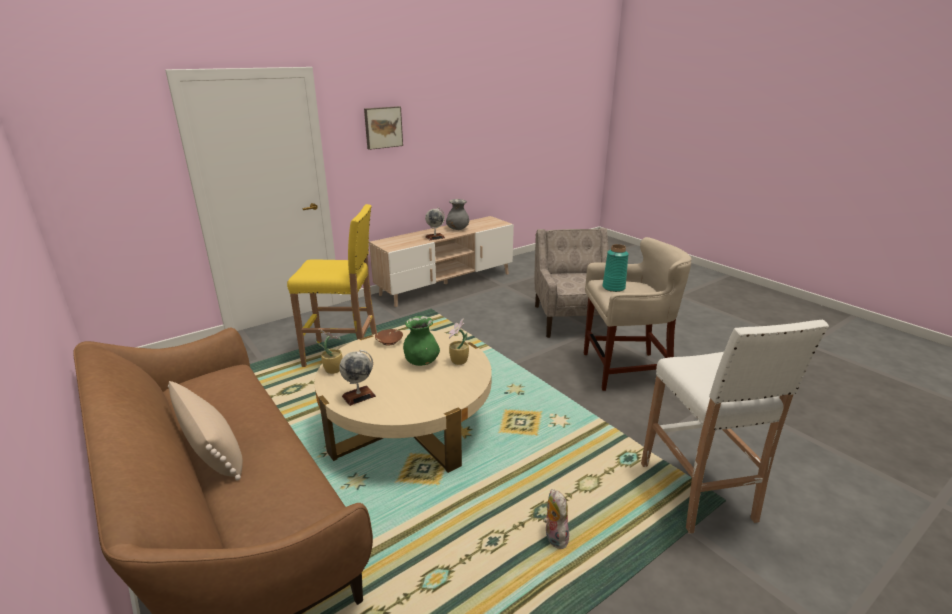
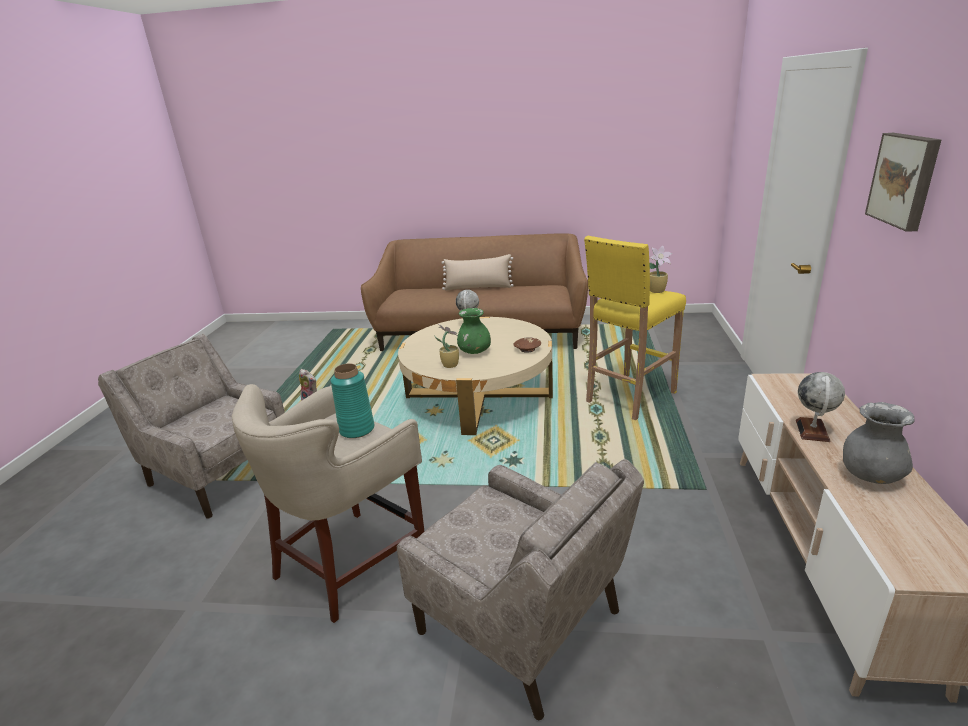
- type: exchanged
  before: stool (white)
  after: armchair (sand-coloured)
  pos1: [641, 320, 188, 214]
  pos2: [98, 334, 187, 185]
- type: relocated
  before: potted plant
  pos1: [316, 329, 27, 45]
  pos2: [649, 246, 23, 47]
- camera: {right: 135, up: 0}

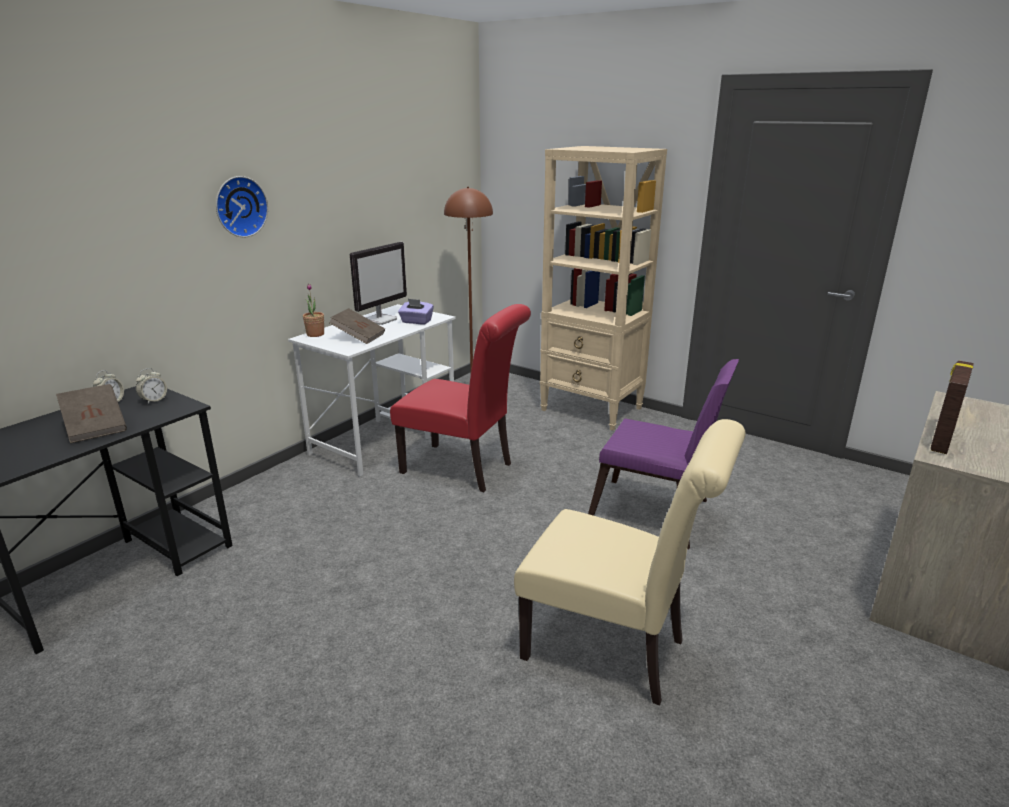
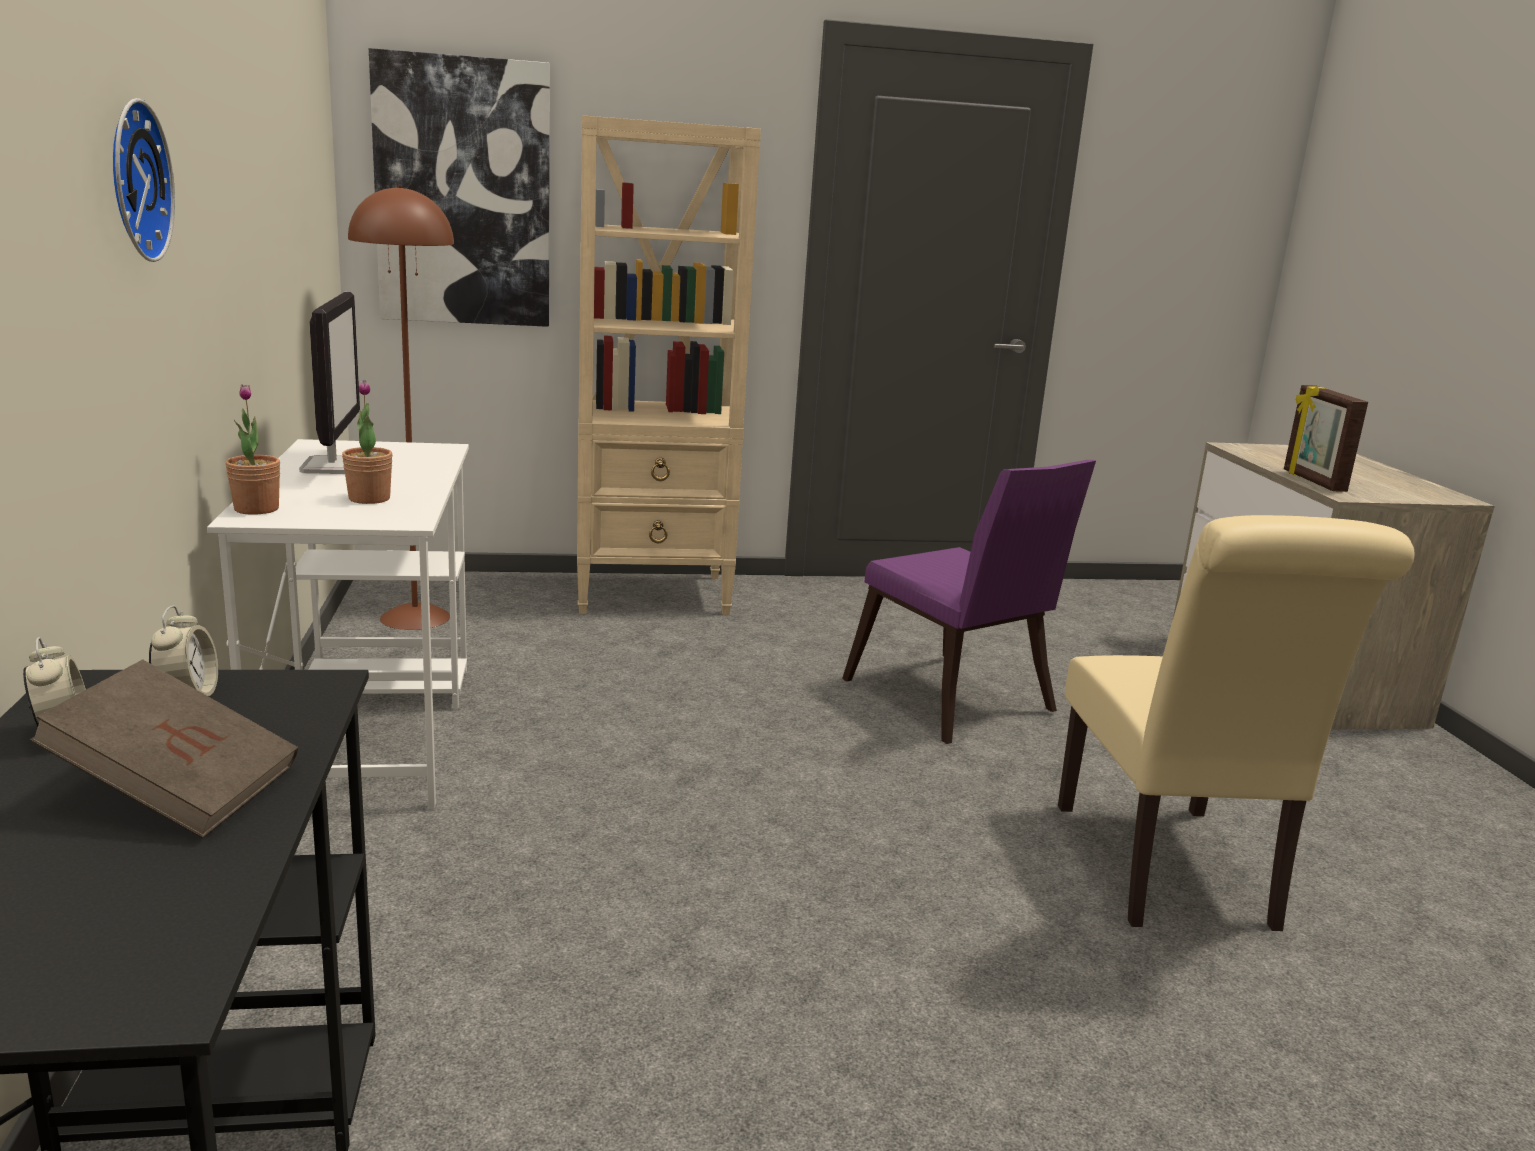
- type: missing
  before: box of tissues (purplish)
  pos1: [398, 299, 36, 26]
- type: missing
  before: chair (red)
  pos1: [390, 304, 141, 188]
- type: exchanged
  before: volume (brown)
  after: potted plant
  pos1: [329, 308, 56, 36]
  pos2: [342, 380, 51, 124]
- type: spun
  before: chair (purplish)
  pos1: [588, 359, 151, 190]
  pos2: [842, 460, 254, 284]
  turn: 75
- type: spun
  before: chair (sand-coloured)
  pos1: [514, 419, 232, 287]
  pos2: [1058, 515, 356, 416]
  turn: 105
- type: appeared
  after: picture
  pos2: [369, 48, 181, 279]
- camera: {right: -45, up: -5}

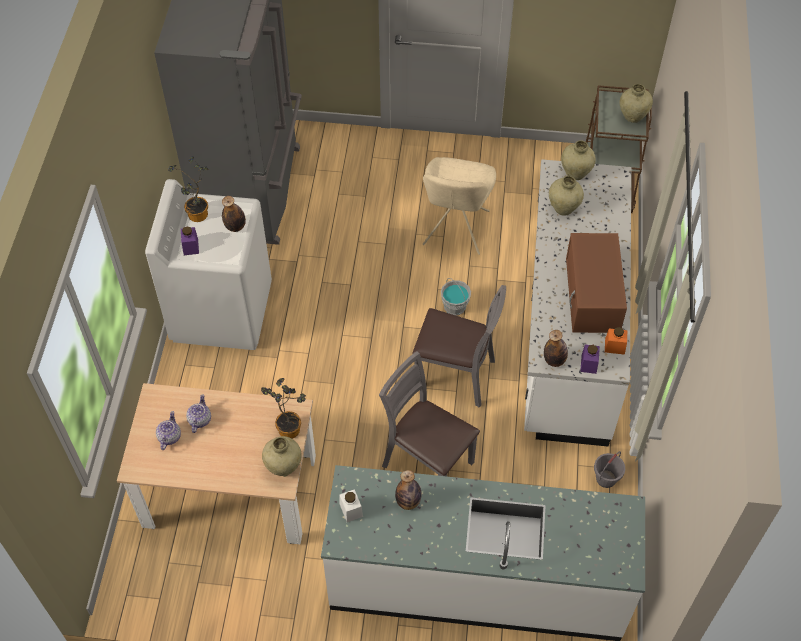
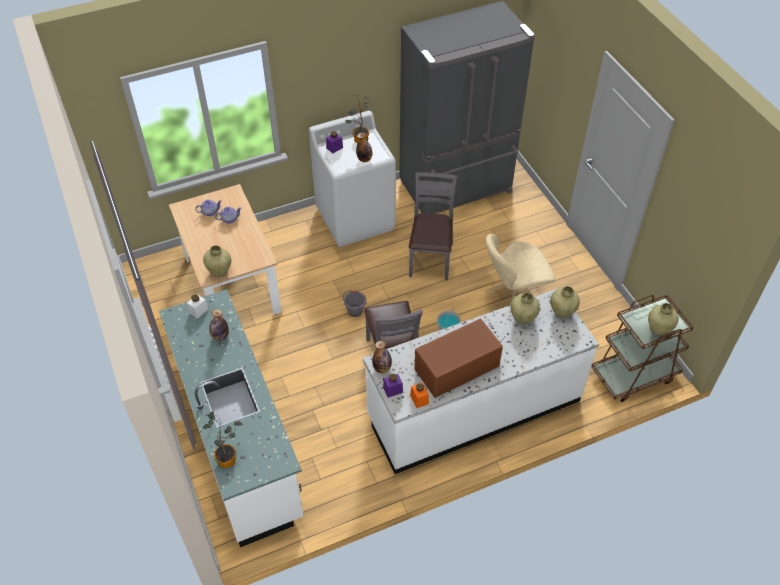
- type: relocated
  before: chair (greyish)
  pos1: [379, 352, 101, 124]
  pos2: [409, 172, 49, 108]
- type: relocated
  before: potted plant
  pos1: [261, 378, 45, 61]
  pos2: [203, 411, 40, 57]
- type: relocated
  before: pail (greyish)
  pos1: [594, 451, 31, 37]
  pos2: [343, 290, 24, 27]
- camera: {right: 60, up: -5}

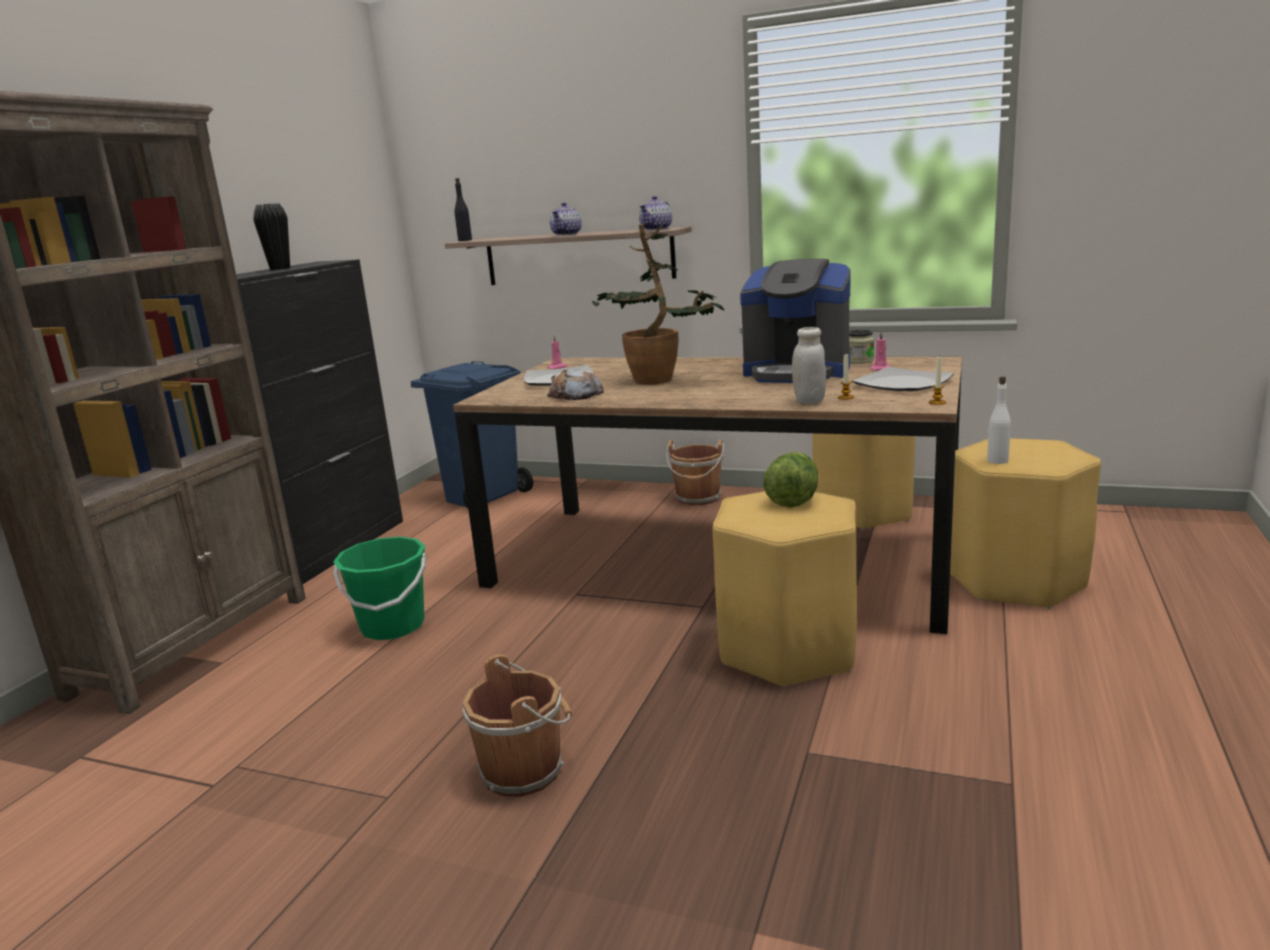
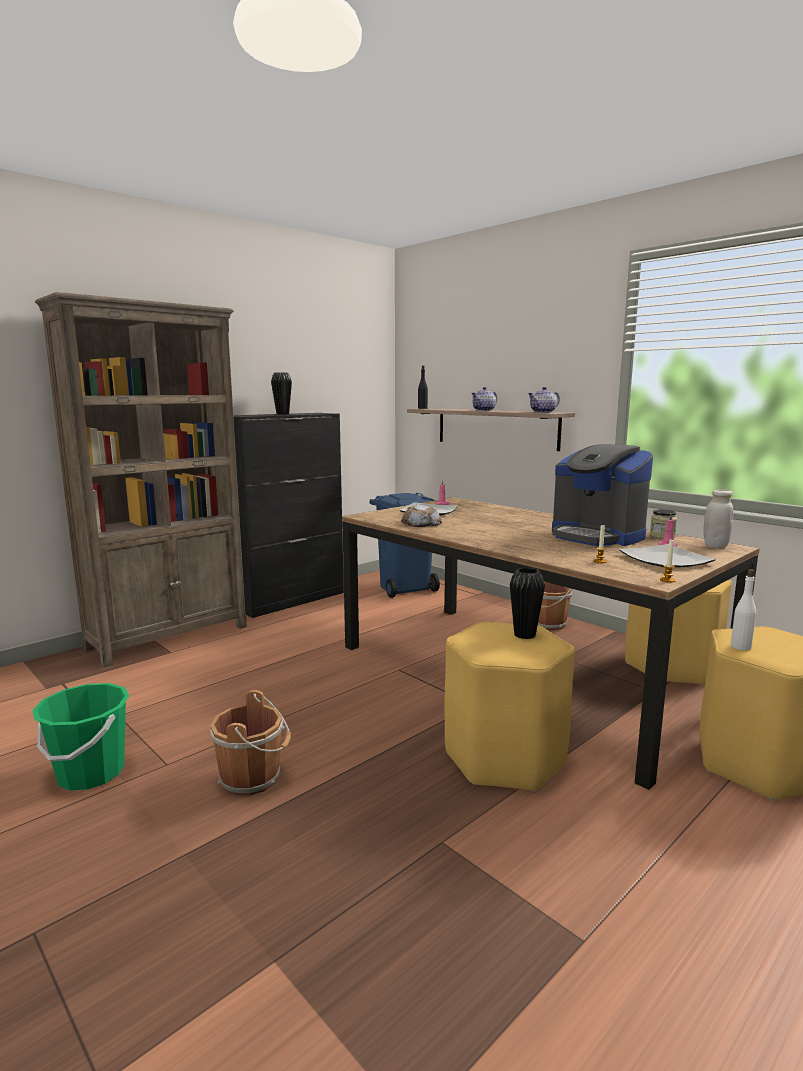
- type: missing
  before: potted plant
  pos1: [592, 224, 132, 161]
- type: relocated
  before: storage jar (white)
  pos1: [792, 327, 34, 77]
  pos2: [703, 489, 30, 59]
- type: exchanged
  before: lettuce head
  after: vase (black-coloured)
  pos1: [763, 452, 55, 56]
  pos2: [510, 568, 35, 71]
- type: relocated
  before: pail (green-coloured)
  pos1: [333, 537, 93, 103]
  pos2: [32, 683, 97, 107]
- camera: {right: 25, up: -5}

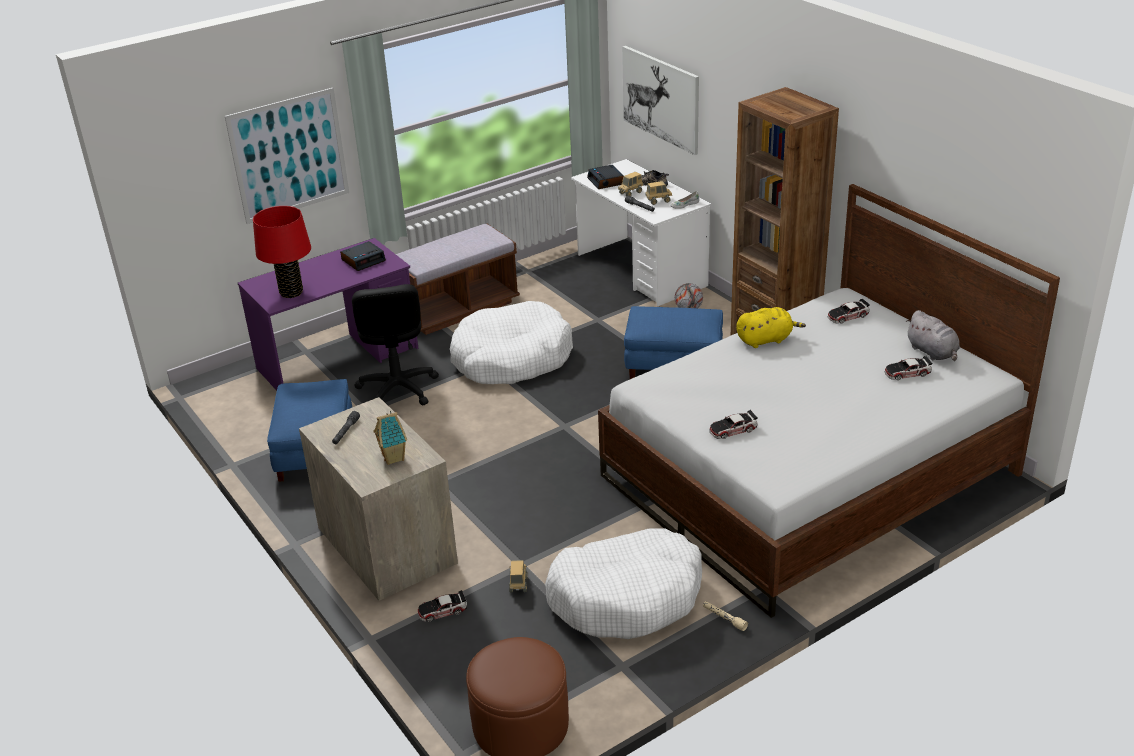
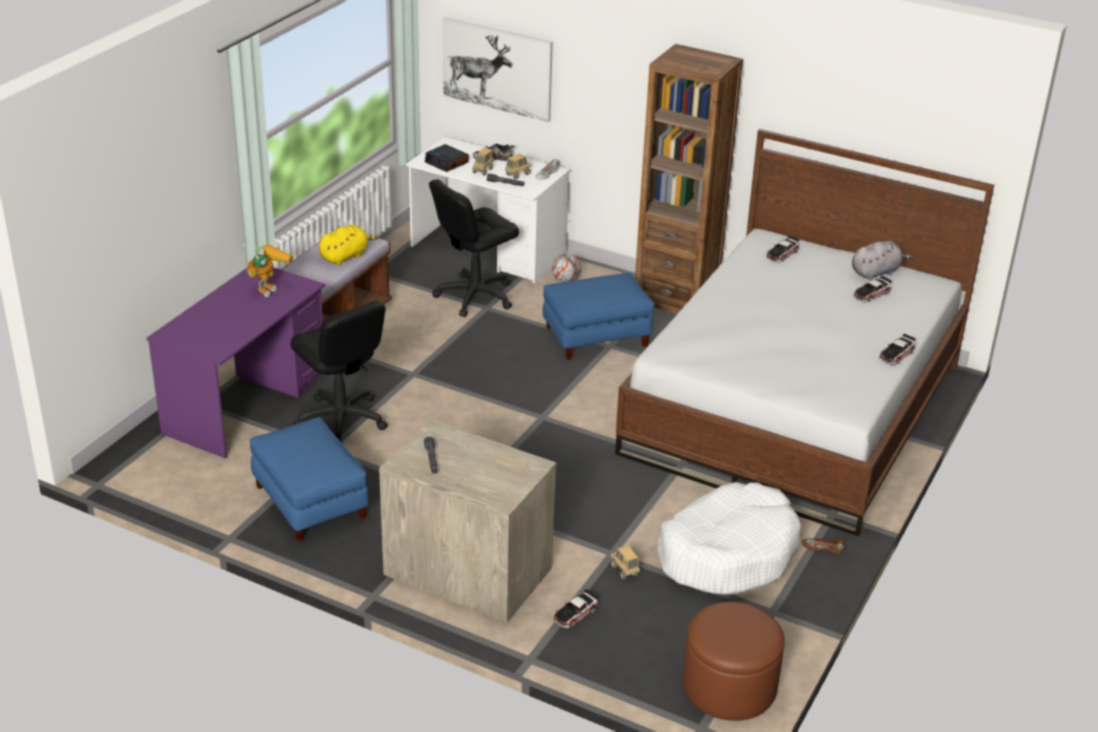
- type: missing
  before: picture
  pos1: [225, 88, 124, 136]
- type: missing
  before: lamp for a table (red)
  pos1: [253, 206, 58, 92]
- type: exchanged
  before: alarm clock
  after: toy robot
  pos1: [340, 241, 46, 30]
  pos2: [247, 245, 47, 52]
- type: missing
  before: pet bed (white)
  pos1: [450, 301, 123, 83]
- type: relocated
  before: plush toy (yellow)
  pos1: [736, 307, 70, 41]
  pos2: [319, 225, 60, 40]
- type: spun
  before: plush toy (greyish)
  pos1: [905, 310, 55, 51]
  pos2: [852, 241, 61, 39]
  turn: -60
- type: relocated
  before: toy car
  pos1: [709, 410, 49, 29]
  pos2: [879, 333, 37, 32]
- type: missing
  before: toy house
  pos1: [373, 411, 34, 54]
- type: exchanged
  before: flashlight (sand-coloured)
  after: item of footwear (brown)
  pos1: [703, 601, 45, 30]
  pos2: [802, 539, 42, 15]
- type: appeared
  after: desk chair (black-coloured)
  pos2: [429, 179, 90, 138]
- camera: {right: -30, up: 0}

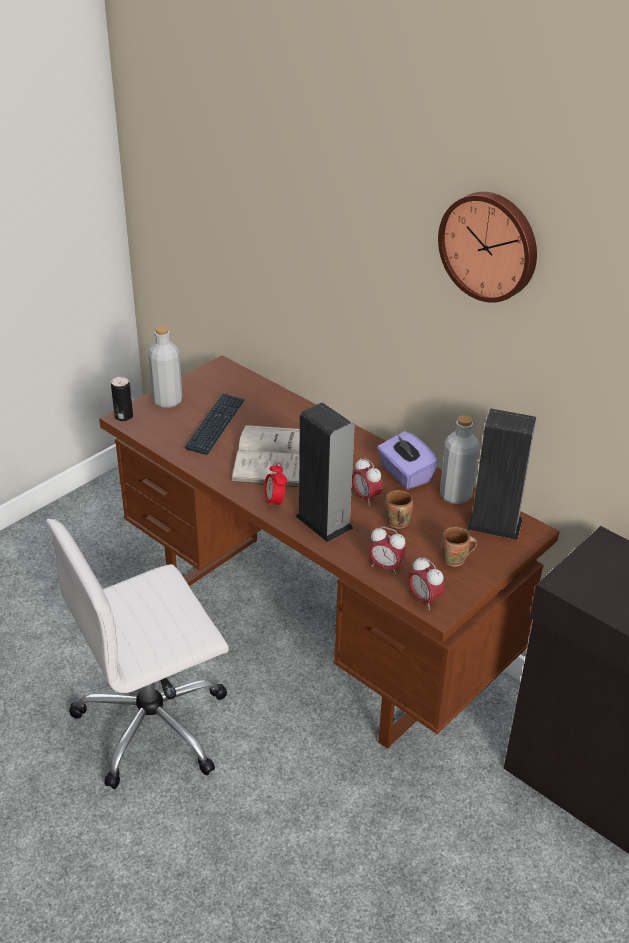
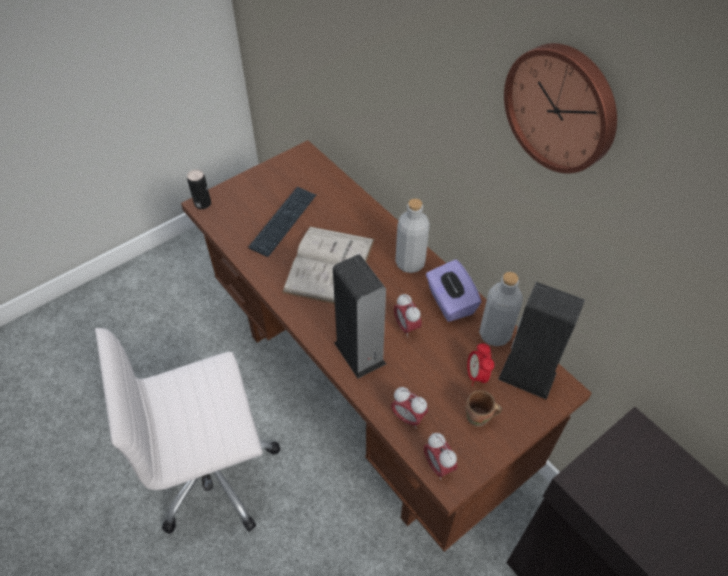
- type: relocated
  before: beverage bottle (greyish)
  pos1: [148, 326, 34, 82]
  pos2: [395, 199, 35, 74]
- type: relocated
  before: alarm clock
  pos1: [264, 462, 23, 48]
  pos2: [467, 344, 27, 42]
- type: missing
  before: tea mug (brown)
  pos1: [385, 490, 28, 39]
- camera: {right: 10, up: 15}

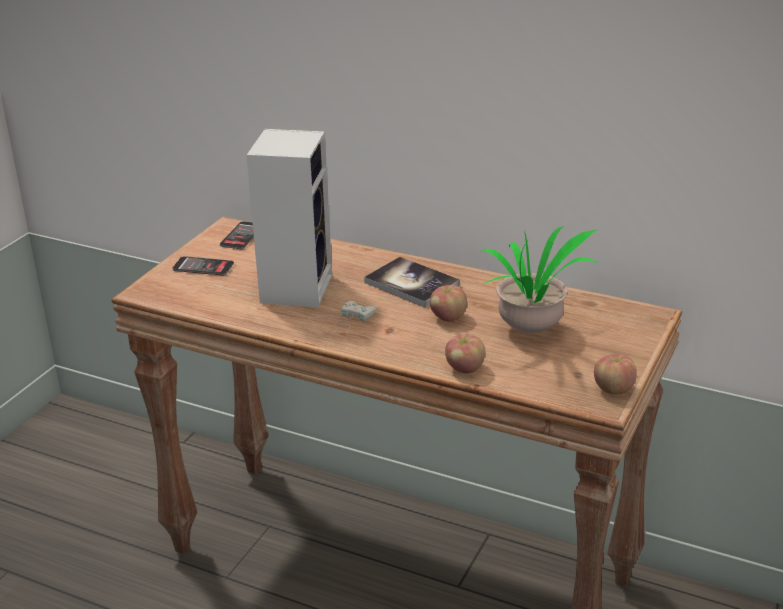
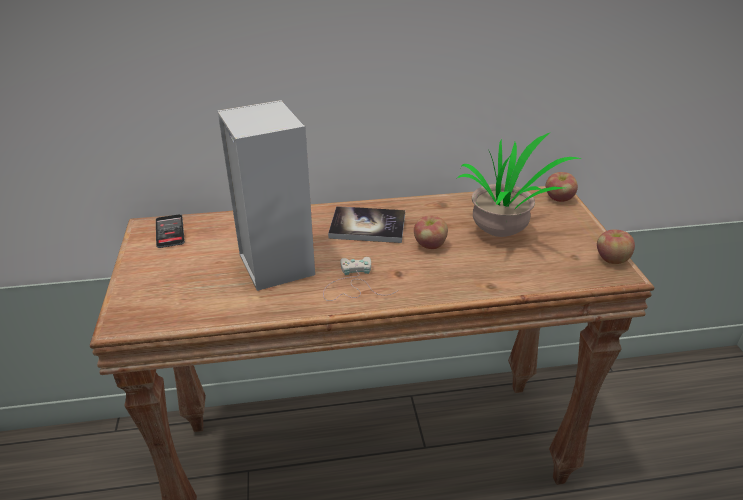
- type: missing
  before: handset
  pos1: [172, 256, 62, 20]
- type: relocated
  before: apple
  pos1: [445, 334, 40, 39]
  pos2: [546, 172, 32, 30]
- camera: {right: -35, up: 5}

